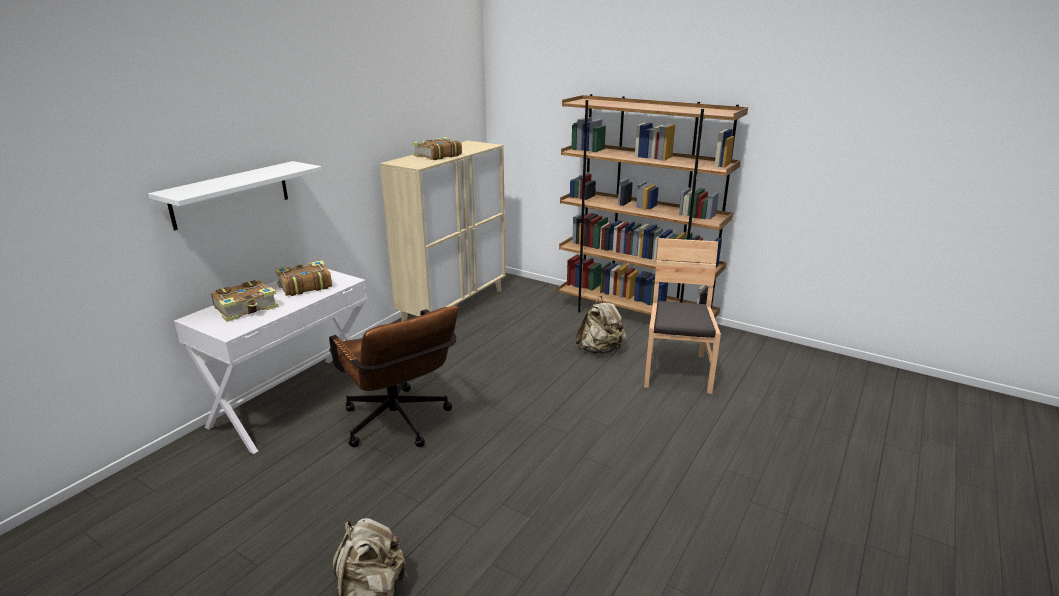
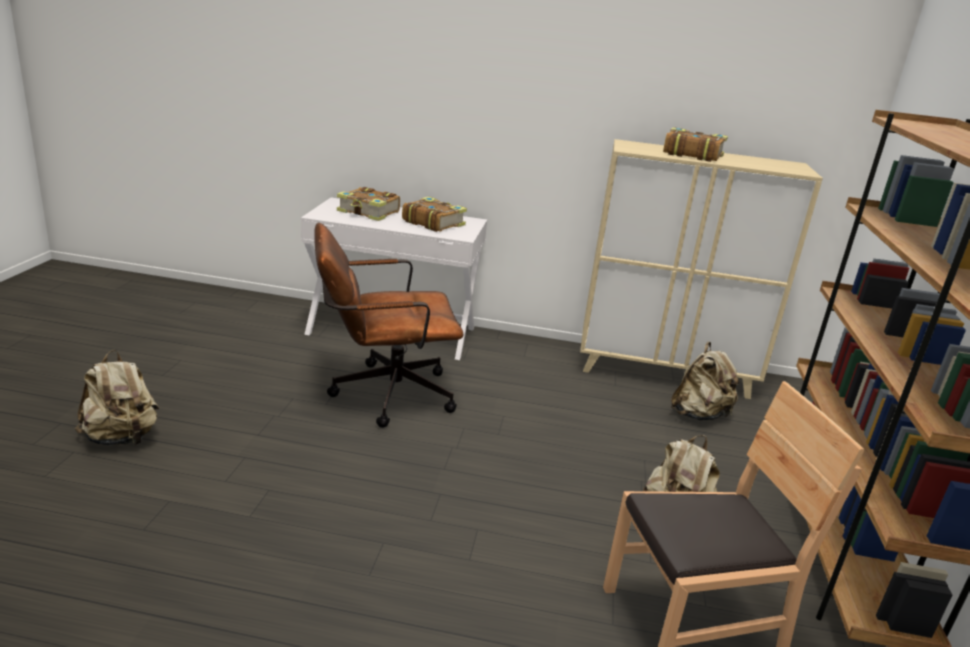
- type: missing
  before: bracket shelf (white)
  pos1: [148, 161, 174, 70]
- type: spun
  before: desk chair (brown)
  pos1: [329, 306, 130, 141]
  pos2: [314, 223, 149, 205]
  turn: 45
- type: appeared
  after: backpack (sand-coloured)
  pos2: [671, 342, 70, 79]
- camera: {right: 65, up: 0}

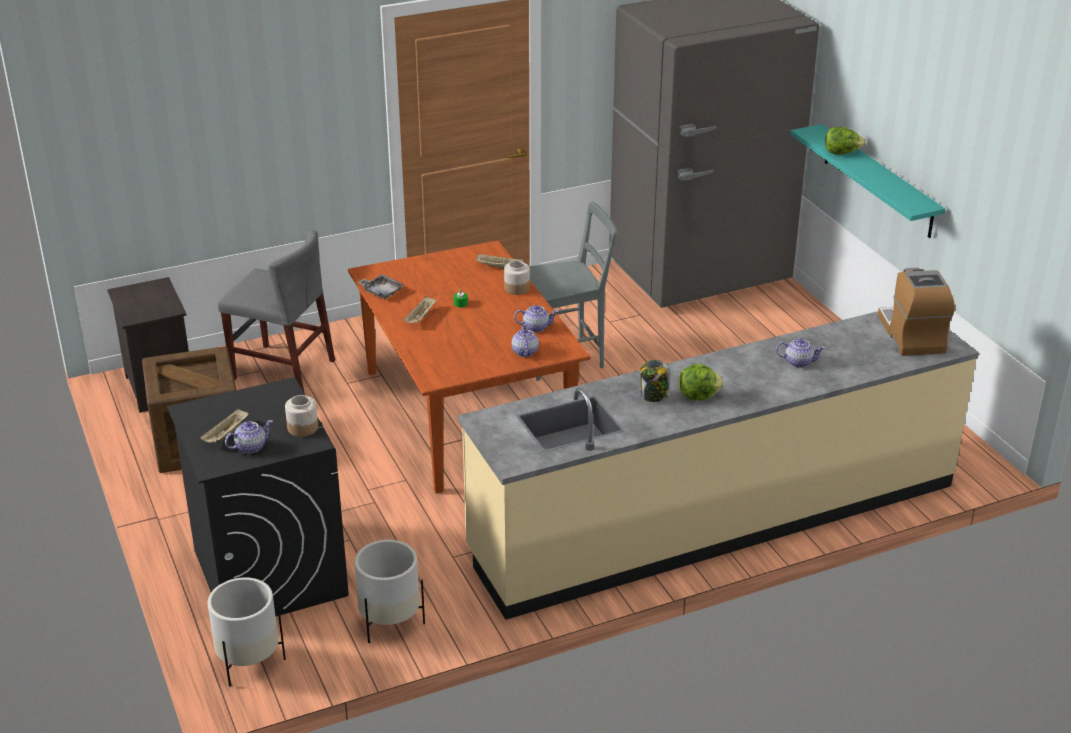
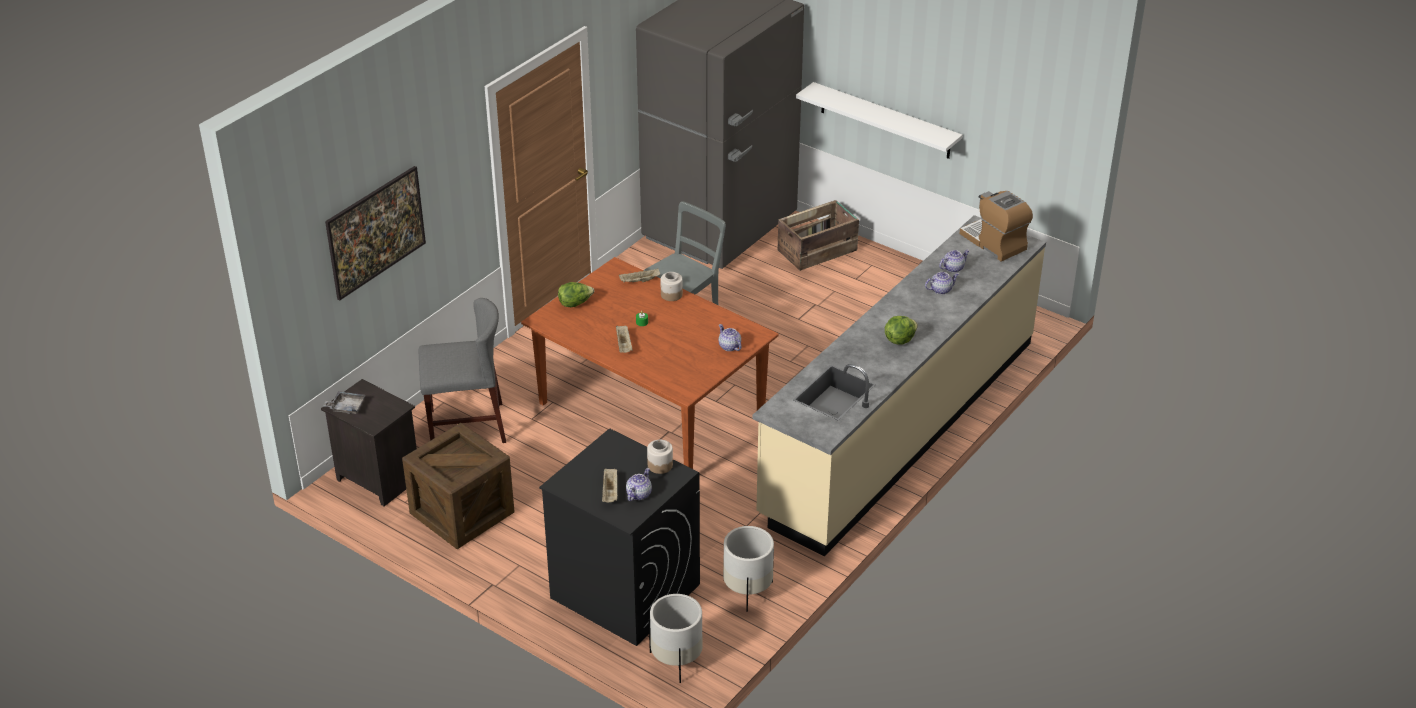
- type: colour
  before: bracket shelf (blue-green)
  after: bracket shelf (white)
  pos1: [790, 124, 155, 114]
  pos2: [796, 82, 166, 77]
- type: relocated
  before: lettuce head
  pos1: [825, 127, 42, 28]
  pos2: [558, 282, 36, 25]
- type: relocated
  before: carrying tray (greyish)
  pos1: [357, 274, 47, 25]
  pos2: [323, 391, 43, 23]
- type: relocated
  before: teapot
  pos1: [514, 305, 44, 27]
  pos2: [939, 250, 31, 23]
- type: missing
  before: storage jar
  pos1: [640, 360, 30, 42]
- type: appeared
  after: picture
  pos2: [325, 166, 101, 134]
- type: appeared
  after: shipping crate
  pos2: [777, 200, 82, 71]
- camera: {right: -30, up: 5}

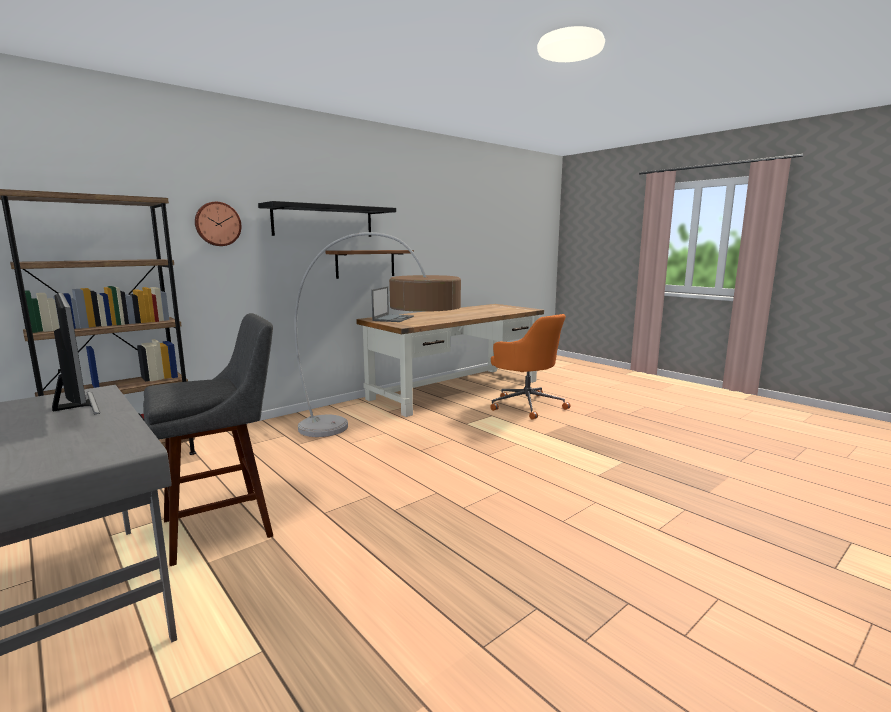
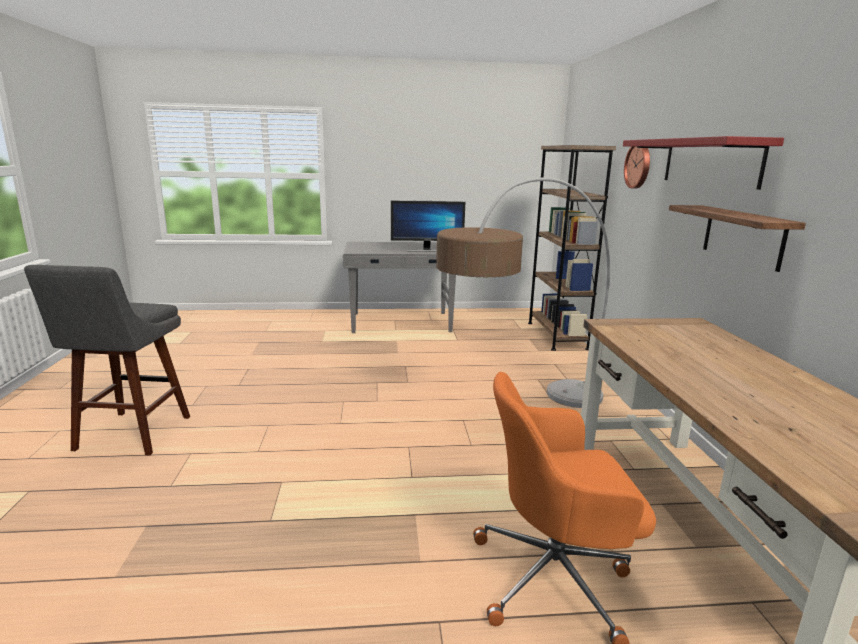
- type: colour
  before: bracket shelf (black-coloured)
  after: bracket shelf (red)
  pos1: [258, 201, 138, 36]
  pos2: [623, 136, 161, 54]
- type: missing
  before: laptop
  pos1: [371, 287, 43, 35]
- type: relocated
  before: stool (greyish)
  pos1: [143, 313, 130, 253]
  pos2: [24, 265, 166, 190]
- camera: {right: 125, up: 5}

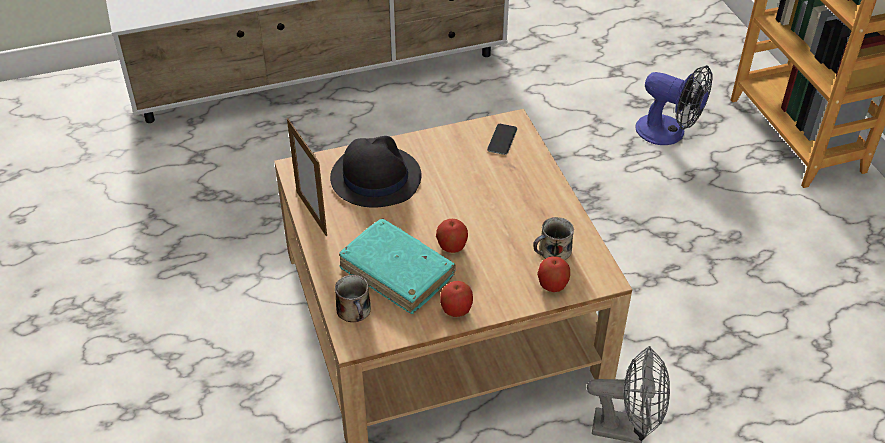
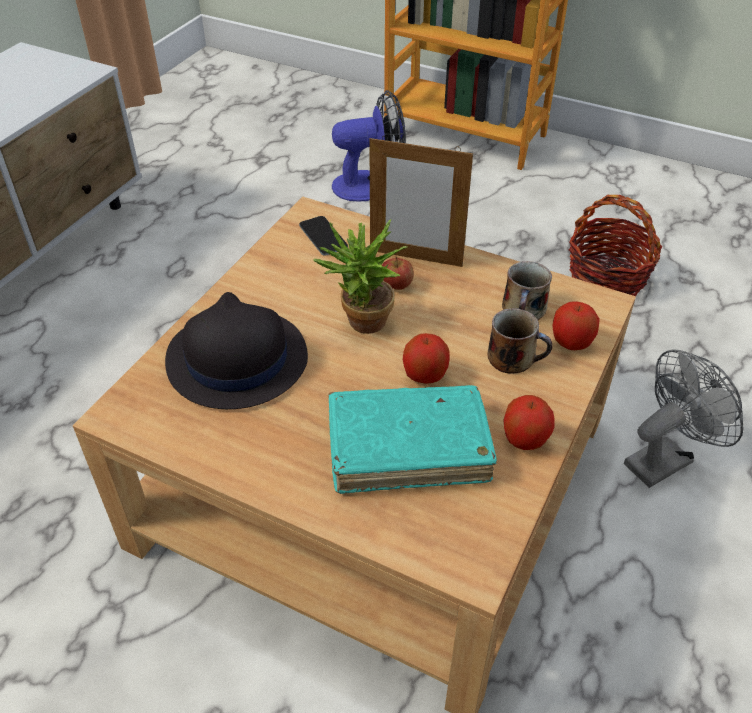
- type: relocated
  before: picture frame
  pos1: [287, 118, 40, 118]
  pos2: [369, 136, 104, 131]
- type: relocated
  before: tea mug
  pos1: [335, 275, 36, 47]
  pos2: [488, 308, 64, 66]
- type: appeared
  after: storage basket
  pos2: [569, 195, 93, 101]
- type: appeared
  after: potted plant
  pos2: [313, 219, 94, 115]
- type: appeared
  after: apple
  pos2: [382, 257, 32, 33]
- camera: {right: -45, up: 0}

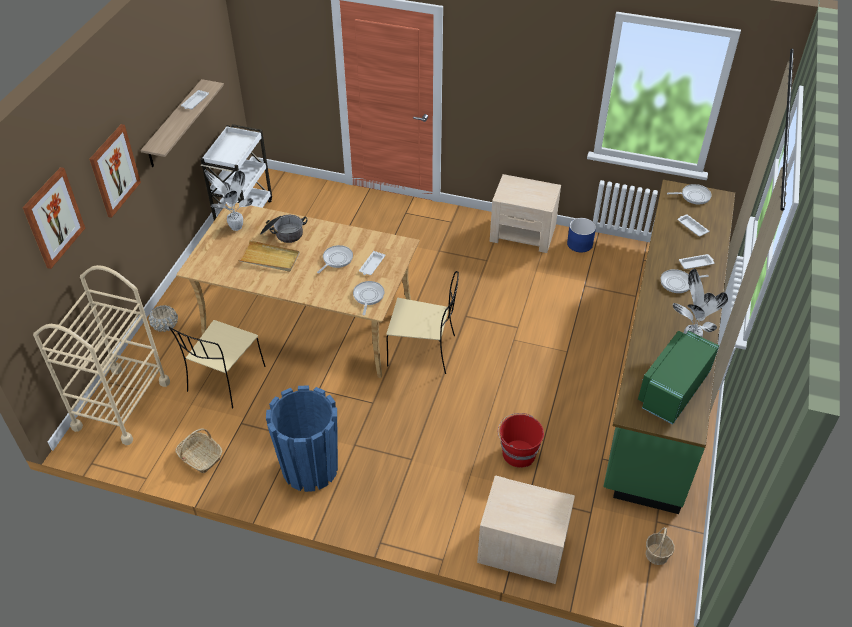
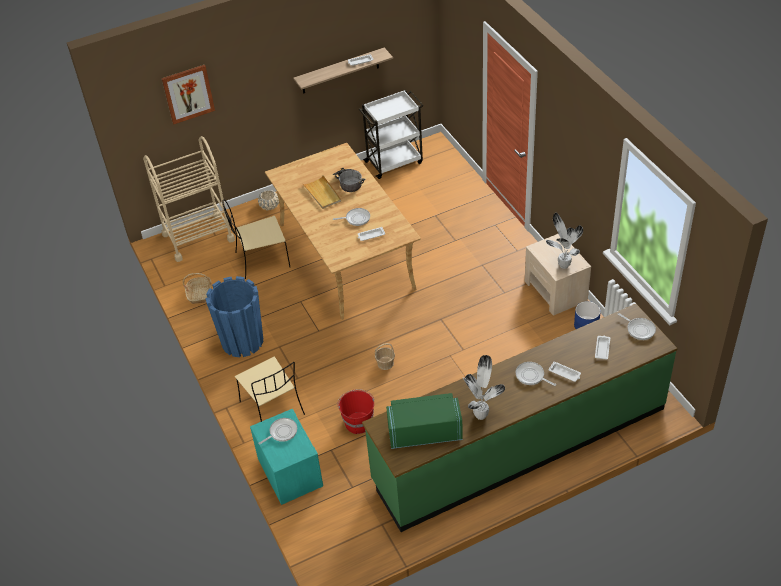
- type: missing
  before: picture
  pos1: [89, 124, 52, 94]
- type: relocated
  before: potted plant
  pos1: [205, 170, 48, 61]
  pos2: [546, 213, 37, 56]
- type: relocated
  before: chair (sand-coloured)
  pos1: [386, 271, 73, 103]
  pos2: [235, 356, 70, 66]
- type: relocated
  before: frying pan
  pos1: [353, 281, 32, 35]
  pos2: [258, 418, 39, 27]
- type: colour
  before: bedside table (sand-coloured)
  after: bedside table (blue-green)
  pos1: [477, 476, 98, 108]
  pos2: [250, 409, 73, 96]
- type: relocated
  before: storage basket
  pos1: [646, 527, 29, 38]
  pos2: [375, 343, 20, 27]
- camera: {right: 50, up: 0}

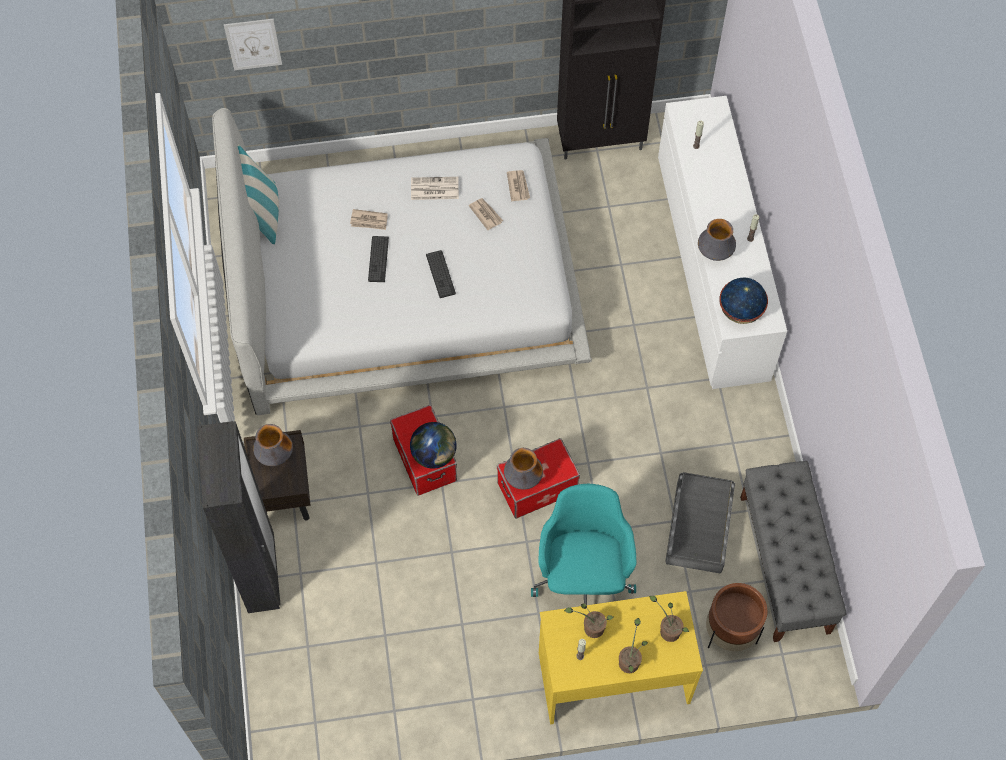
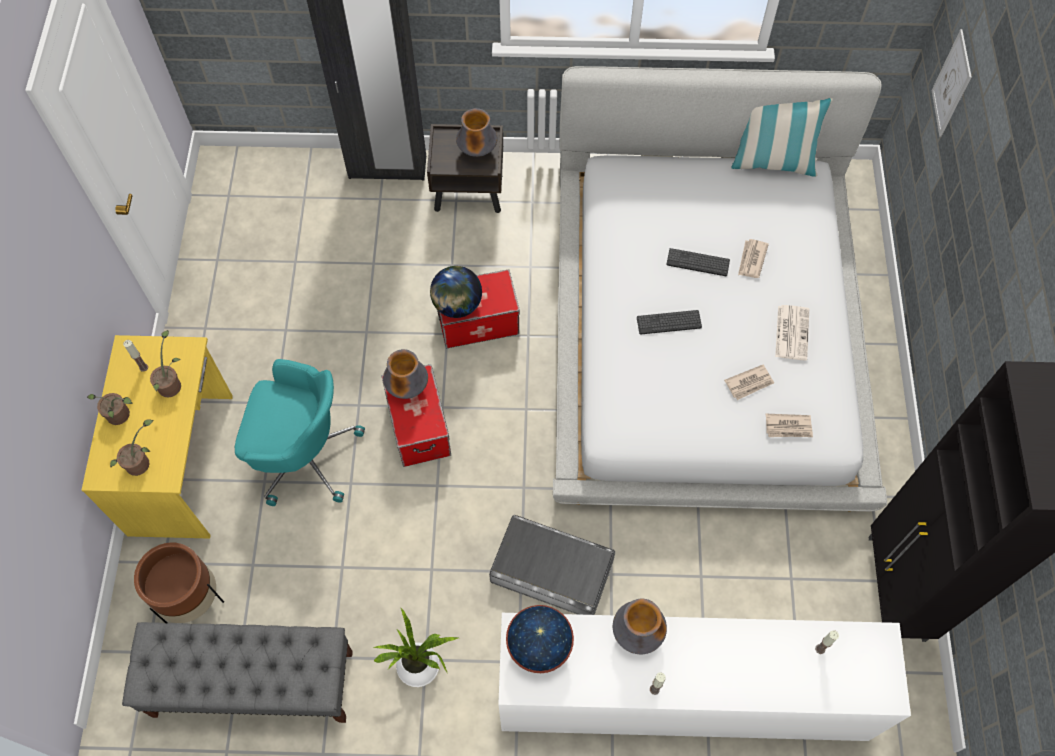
- type: relocated
  before: storage container (greyish)
  pos1: [666, 472, 69, 102]
  pos2: [489, 515, 126, 100]
- type: appeared
  after: potted plant
  pos2: [373, 608, 85, 79]
- camera: {right: 100, up: 0}

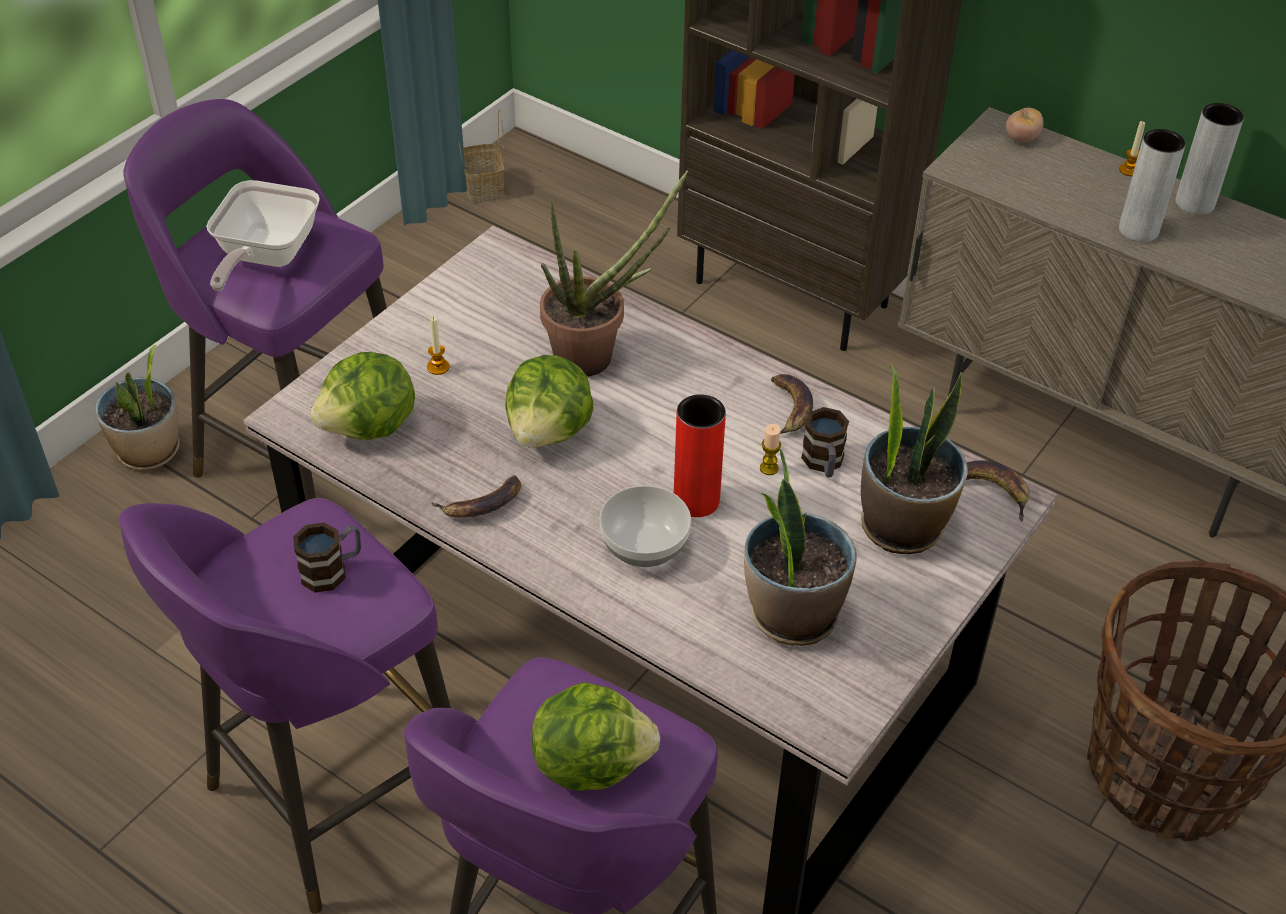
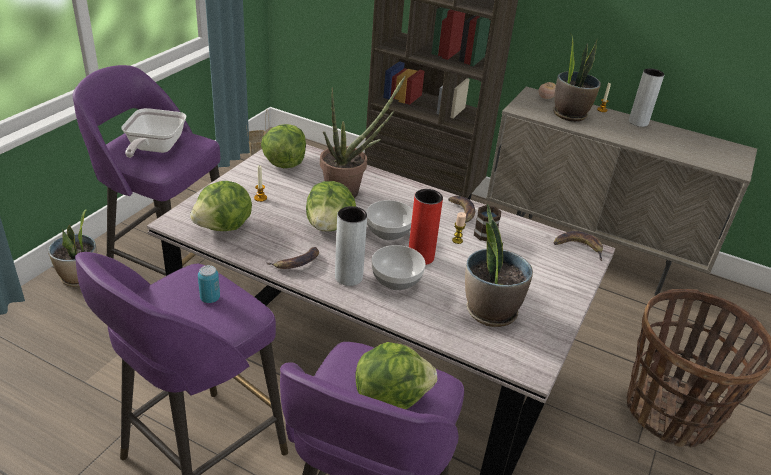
- type: relocated
  before: vase (greyish)
  pos1: [1119, 129, 67, 113]
  pos2: [335, 206, 32, 80]
- type: relocated
  before: potted plant
  pos1: [861, 364, 107, 190]
  pos2: [553, 33, 48, 89]
- type: exchanged
  before: tea mug
  after: metal can
  pos1: [293, 522, 68, 71]
  pos2: [198, 265, 22, 38]
- type: appeared
  after: lettuce head
  pos2: [261, 124, 45, 44]
- type: appeared
  after: serving bowl
  pos2: [366, 200, 47, 40]
- camera: {right: -10, up: -10}

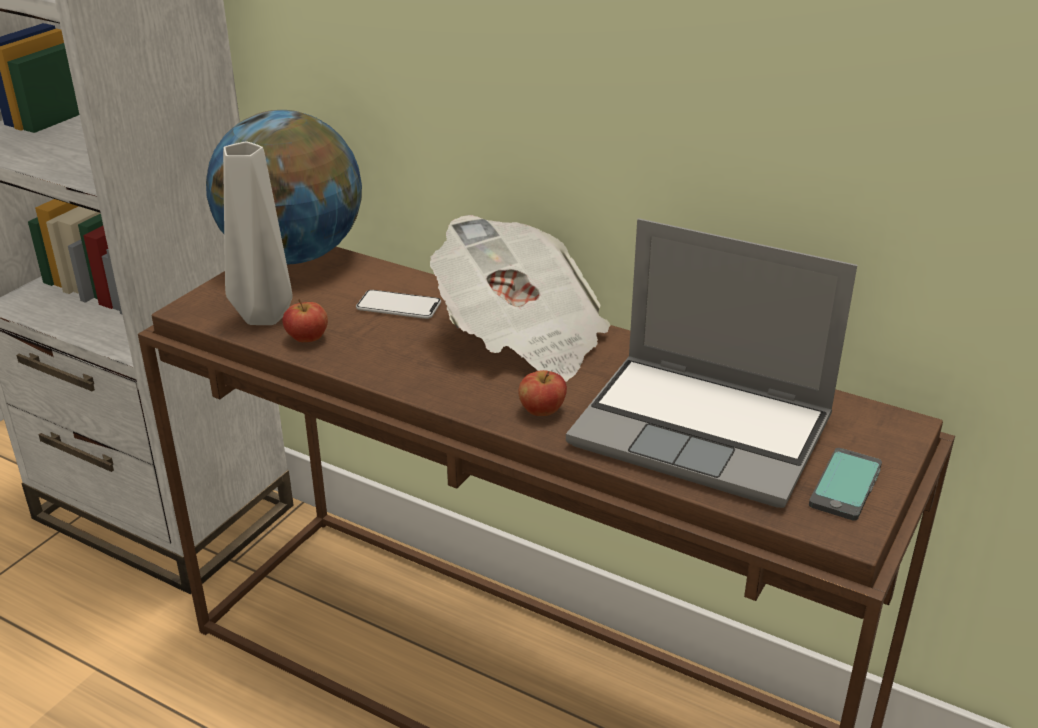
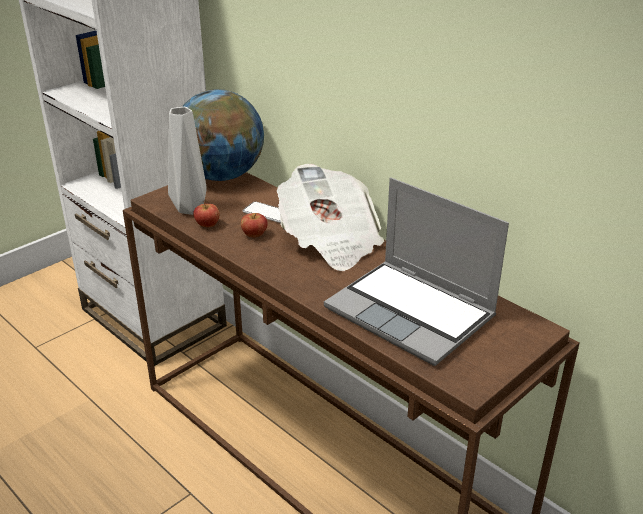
- type: relocated
  before: apple
  pos1: [518, 370, 49, 46]
  pos2: [241, 213, 27, 24]
- type: missing
  before: handset
  pos1: [809, 448, 73, 73]
- camera: {right: 15, up: 0}

